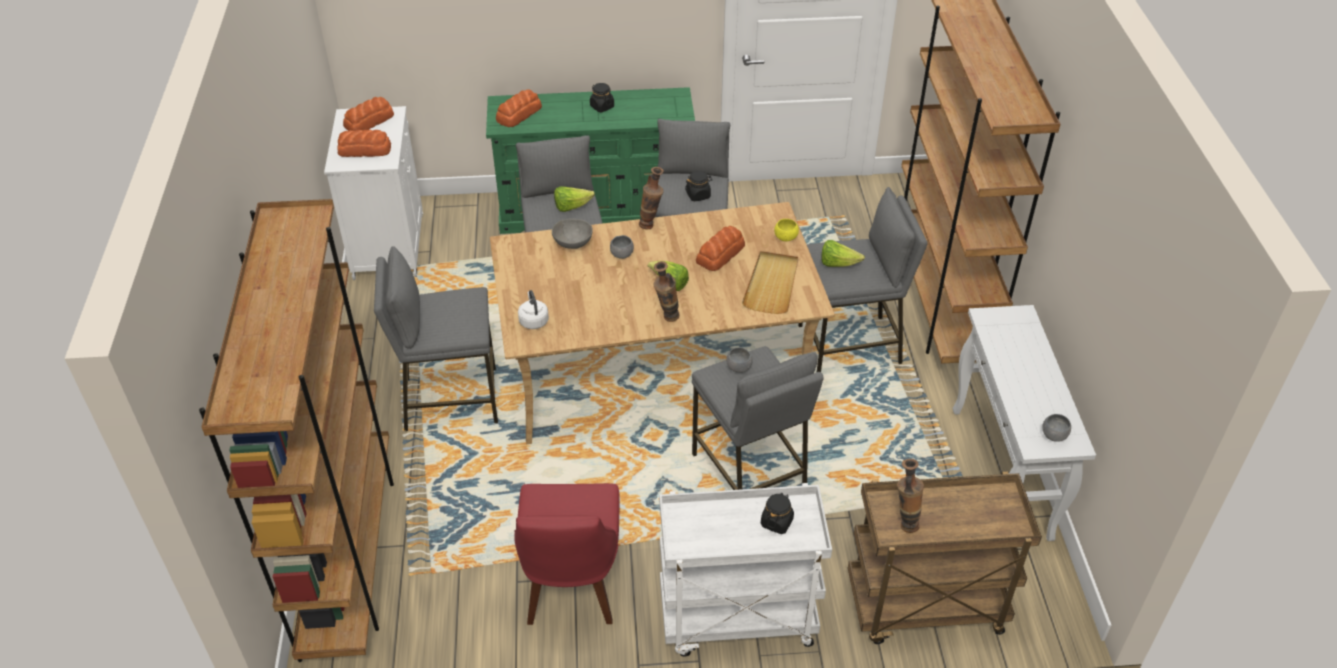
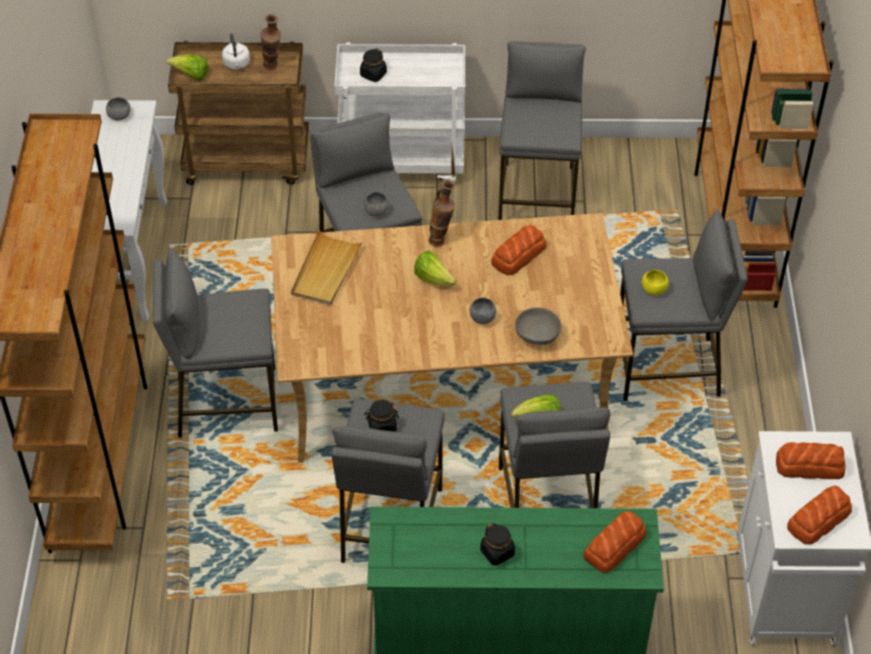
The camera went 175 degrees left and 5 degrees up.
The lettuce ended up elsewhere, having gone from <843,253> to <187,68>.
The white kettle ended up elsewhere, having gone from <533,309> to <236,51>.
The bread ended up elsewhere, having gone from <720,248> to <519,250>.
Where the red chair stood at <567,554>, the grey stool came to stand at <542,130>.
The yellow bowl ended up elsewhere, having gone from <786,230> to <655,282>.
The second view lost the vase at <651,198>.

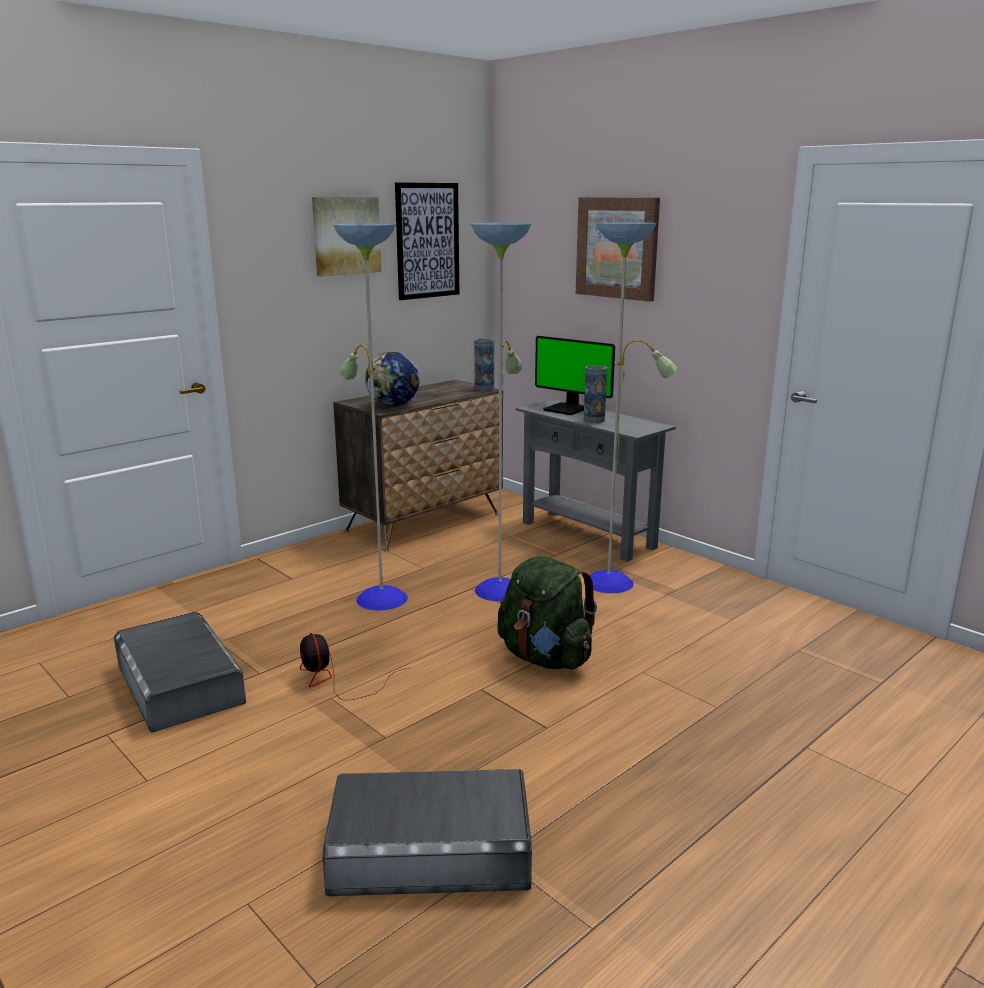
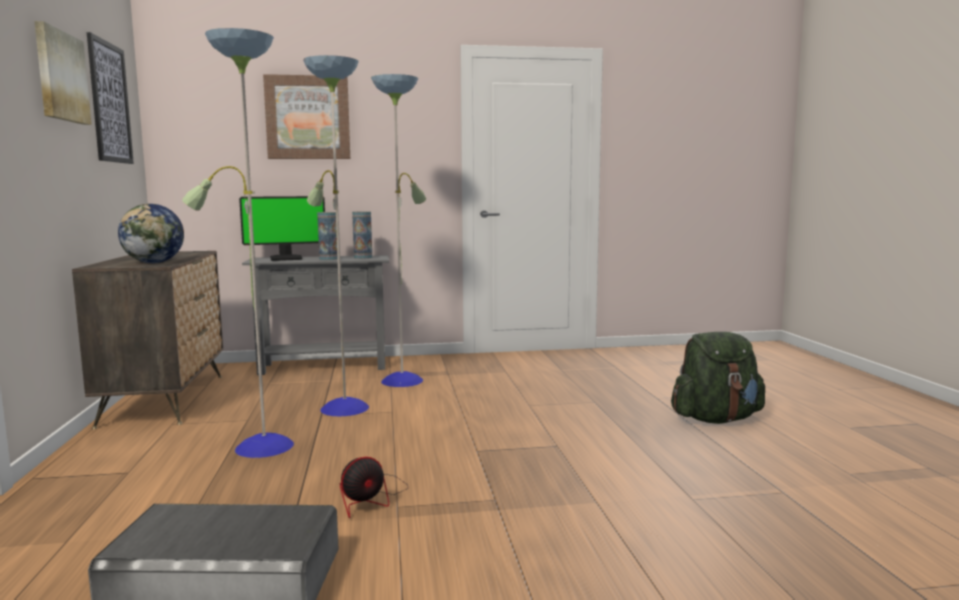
The camera went 55 degrees left and 10 degrees down.
The fan at <355,666> ended up facing another way, 45 degrees counterclockwise from before.
The vase ended up elsewhere, having gone from <484,364> to <362,235>.
The green backpack ended up elsewhere, having gone from <547,612> to <718,378>.
The second view lost the grey storage box at <427,832>.

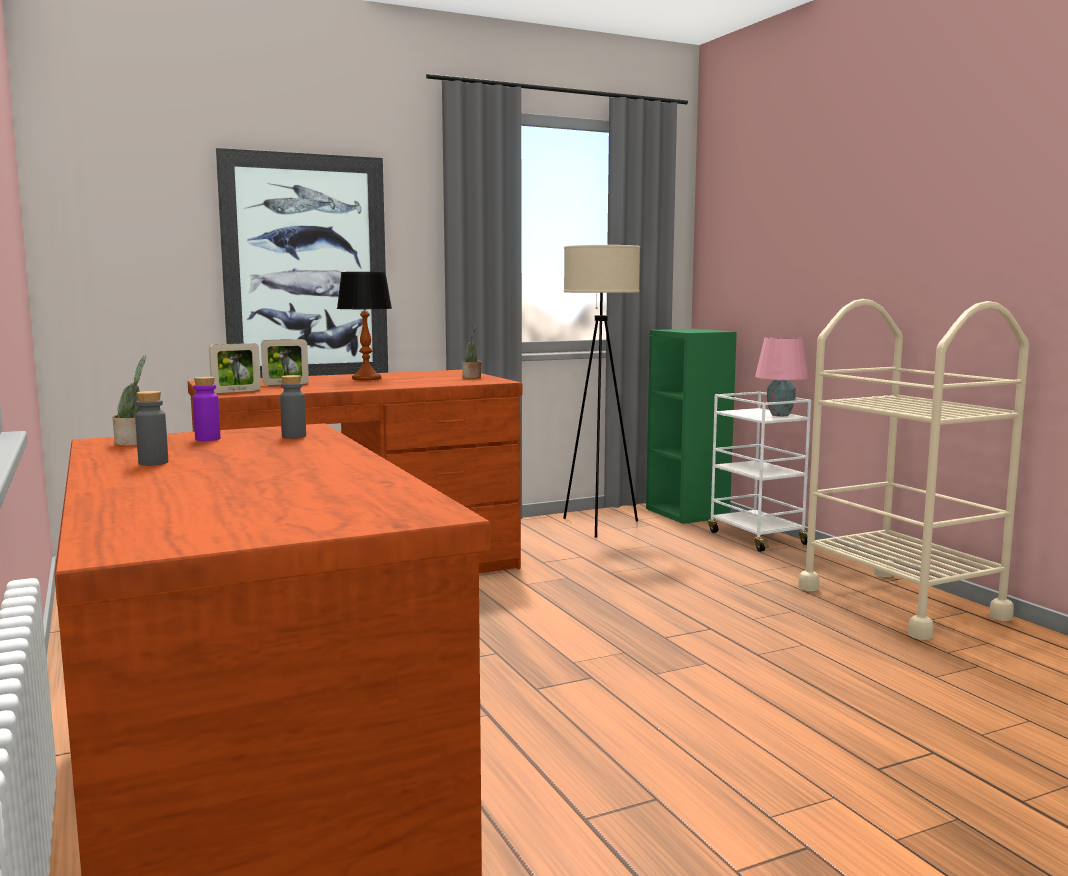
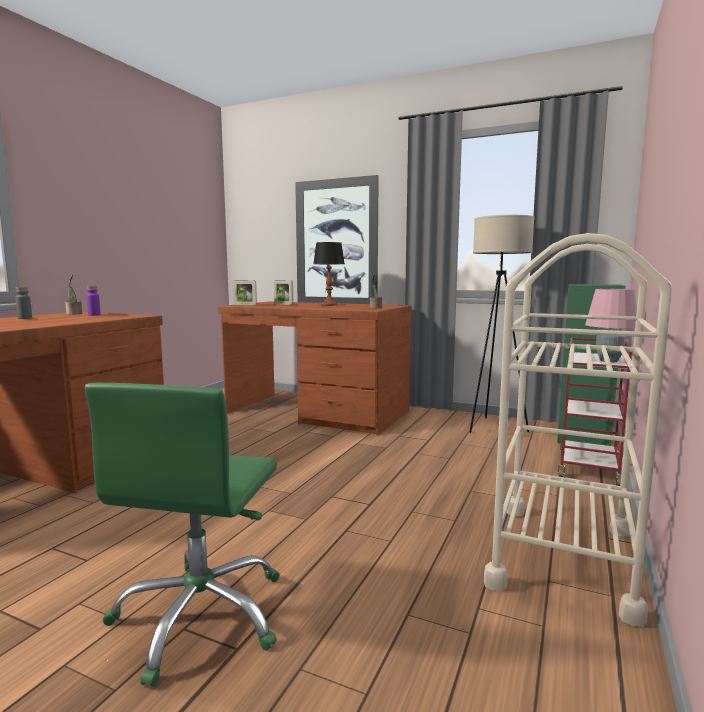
The camera went 50 degrees right and 0 degrees up.
The second view gained the green office chair at <182,535>.
What was the white cart at <759,472> turned into the red cart at <595,412>.
The second view lost the grey bottle at <293,407>.

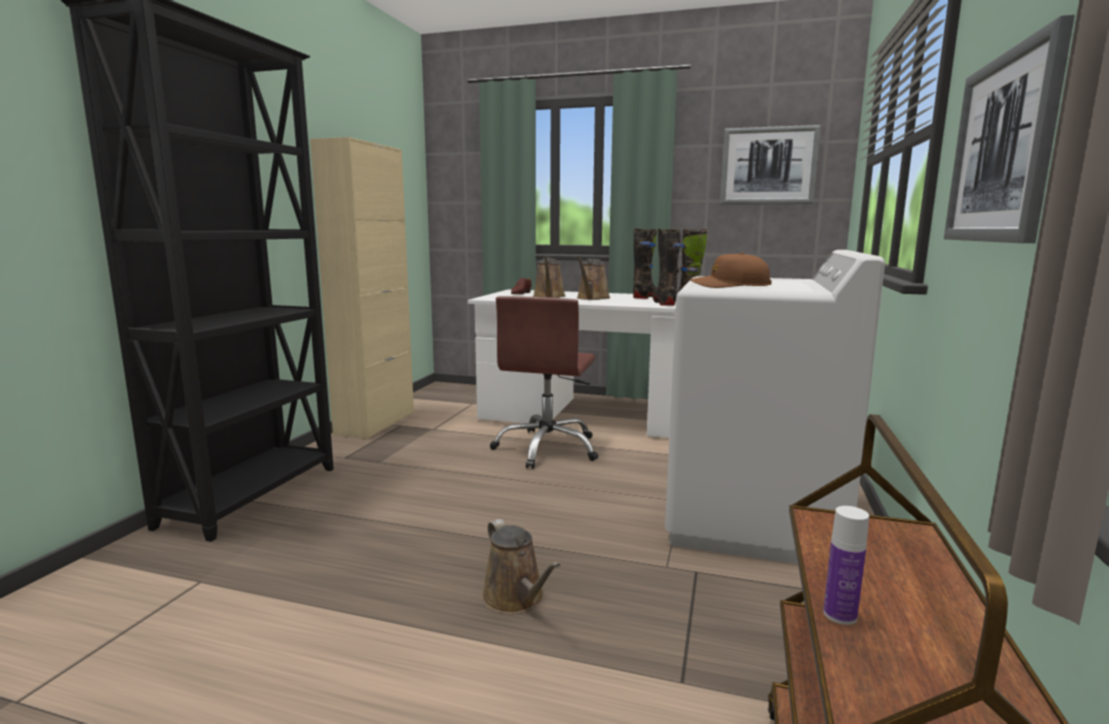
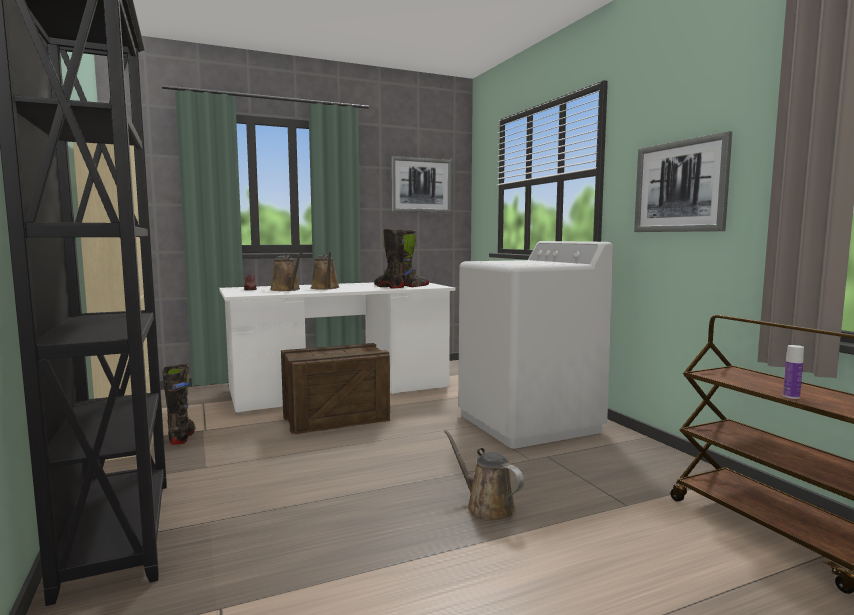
The camera went 40 degrees left and 5 degrees down.
The black boot ended up elsewhere, having gone from <645,263> to <179,404>.
Where the brown office chair stood at <544,382>, the crate came to stand at <335,388>.
The brown watering can at <521,566> ended up facing another way, 150 degrees counterclockwise from before.
The second view lost the brown cap at <731,270>.

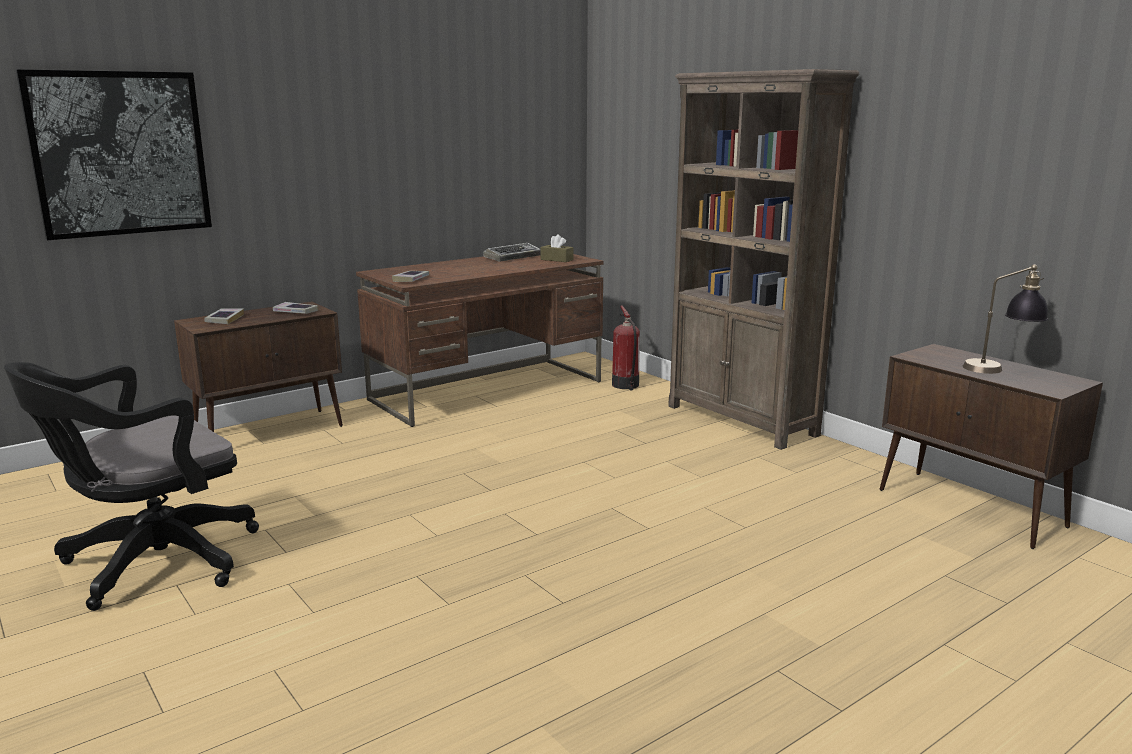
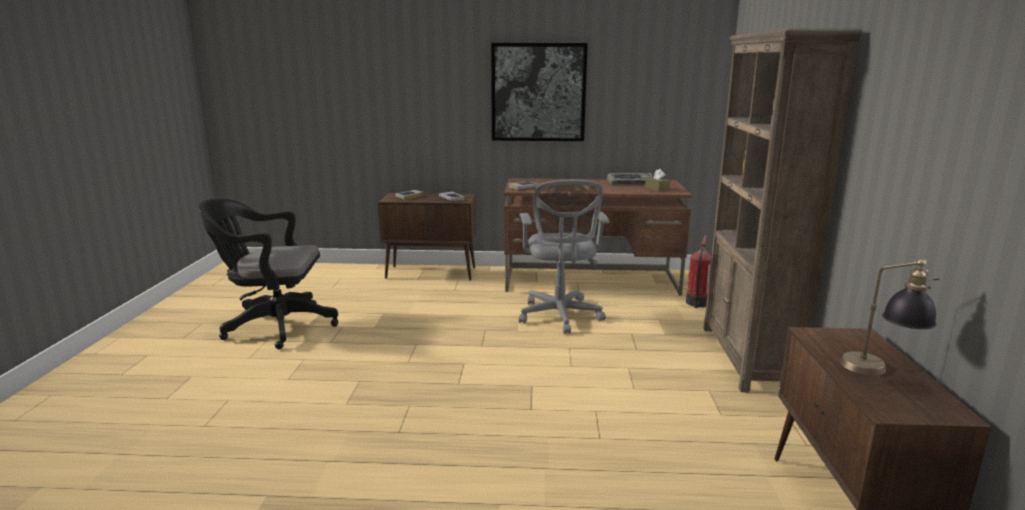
The camera went 40 degrees right and 0 degrees up.
The picture ended up elsewhere, having gone from <114,154> to <539,92>.
The second view gained the grey office chair at <563,257>.

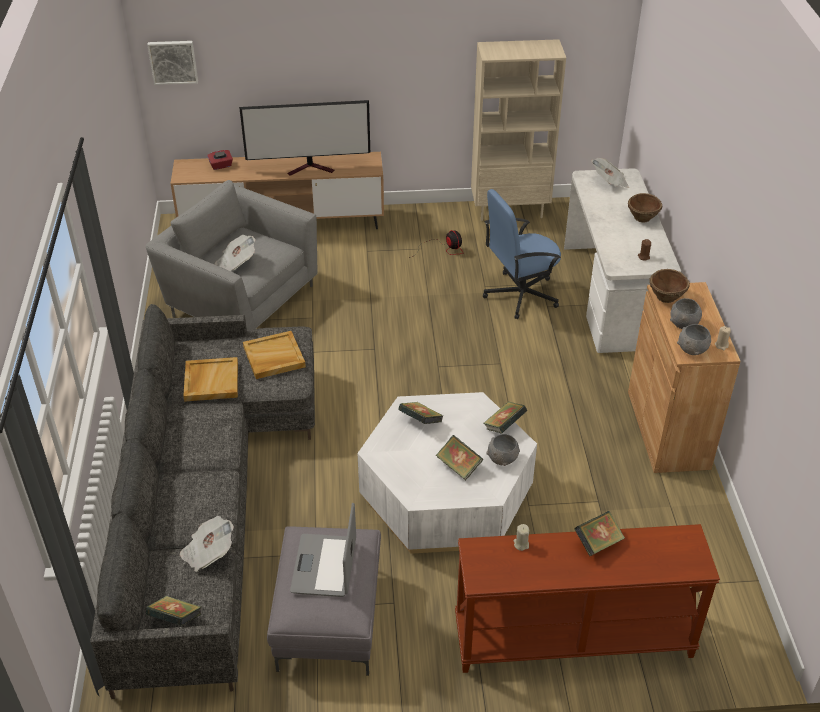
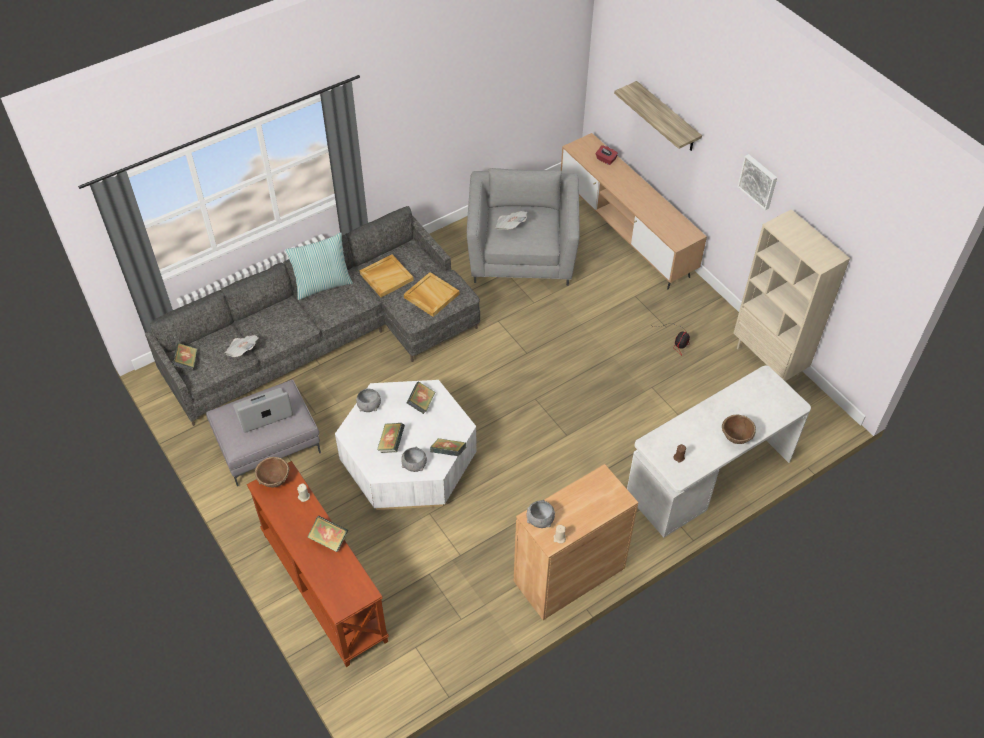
The camera went 60 degrees right and 10 degrees up.
The brown bowl ended up elsewhere, having gone from <670,286> to <272,472>.
The second view gained the pillow at <319,266>.
The grey bowl ended up elsewhere, having gone from <686,313> to <368,400>.
The second view gained the shelf at <658,116>.
The picture ended up elsewhere, having gone from <172,63> to <757,182>.
The second view lost the television at <304,138>.
The second view lost the blue office chair at <522,254>.
The second view lost the newspaper at <610,173>.

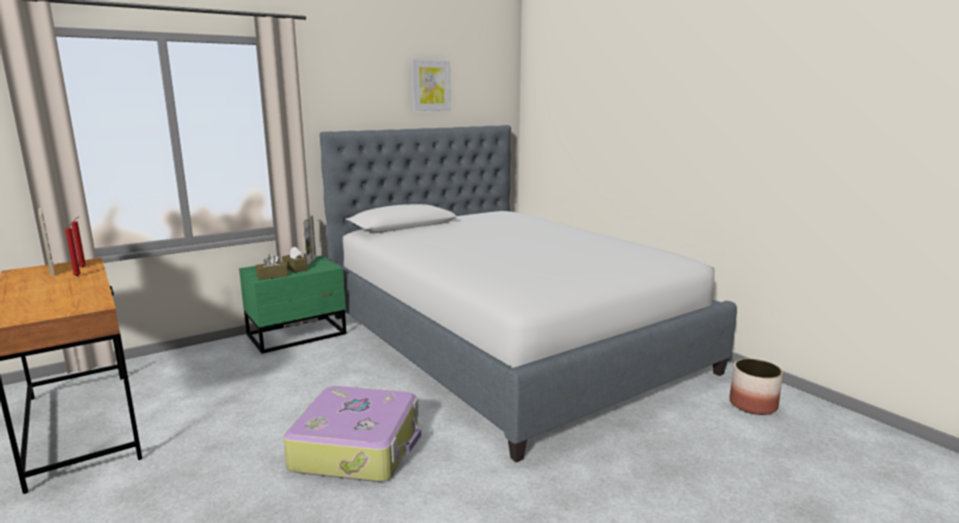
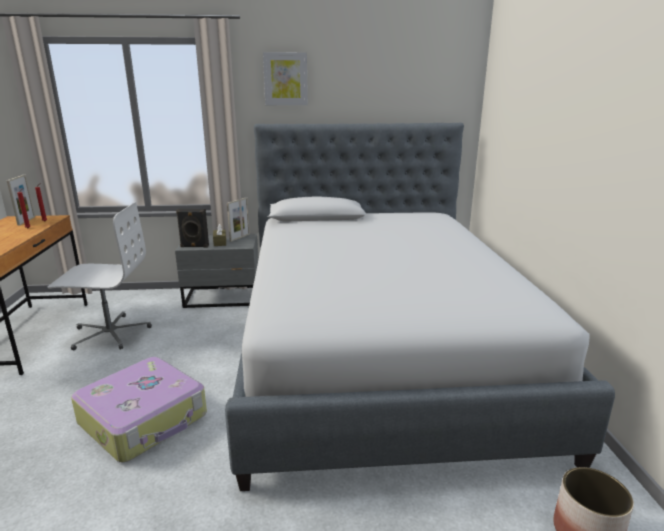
The camera went 30 degrees right and 5 degrees up.
The second view gained the white office chair at <100,276>.
What was the green nightstand at <292,305> turned into the grey nightstand at <217,271>.
Where the brown tissue box stood at <272,267>, the black speaker came to stand at <192,228>.
The picture ended up elsewhere, having gone from <431,85> to <285,78>.

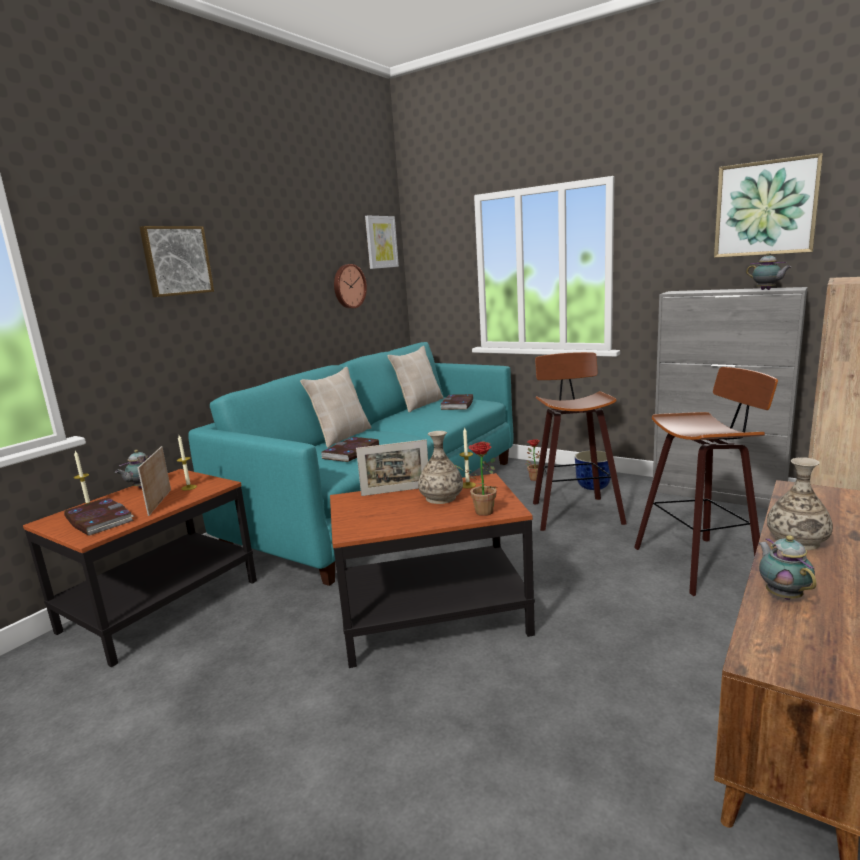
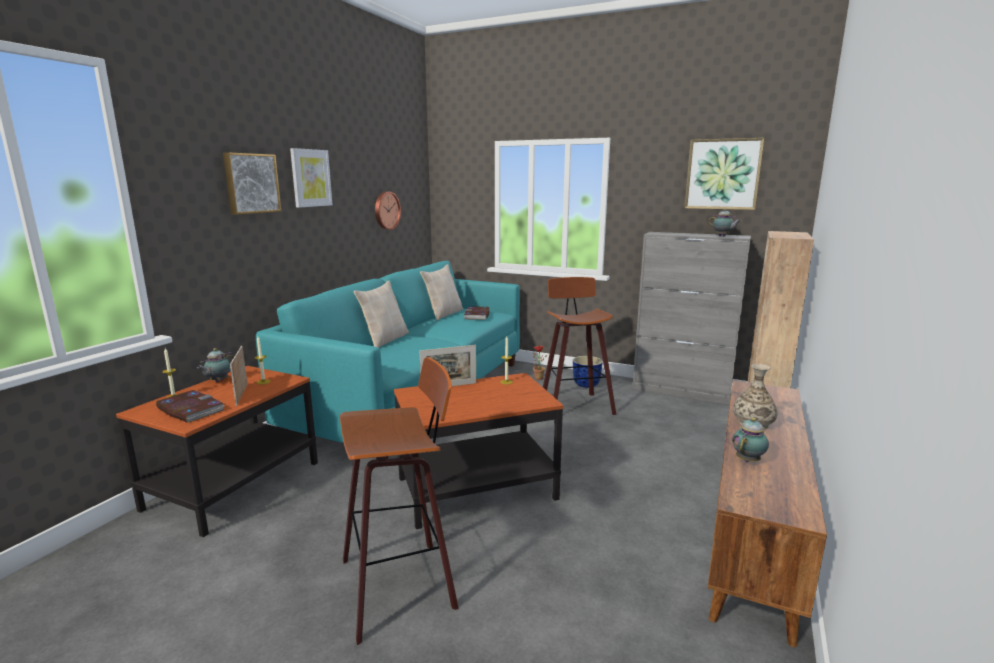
The camera went 10 degrees left and 0 degrees up.
The picture ended up elsewhere, having gone from <382,242> to <311,178>.
The stool ended up elsewhere, having gone from <706,481> to <399,501>.
The teapot at <787,567> ended up facing another way, 60 degrees clockwise from before.
The second view lost the book at <349,449>.
The second view lost the vase at <440,467>.
The second view lost the potted plant at <475,479>.

